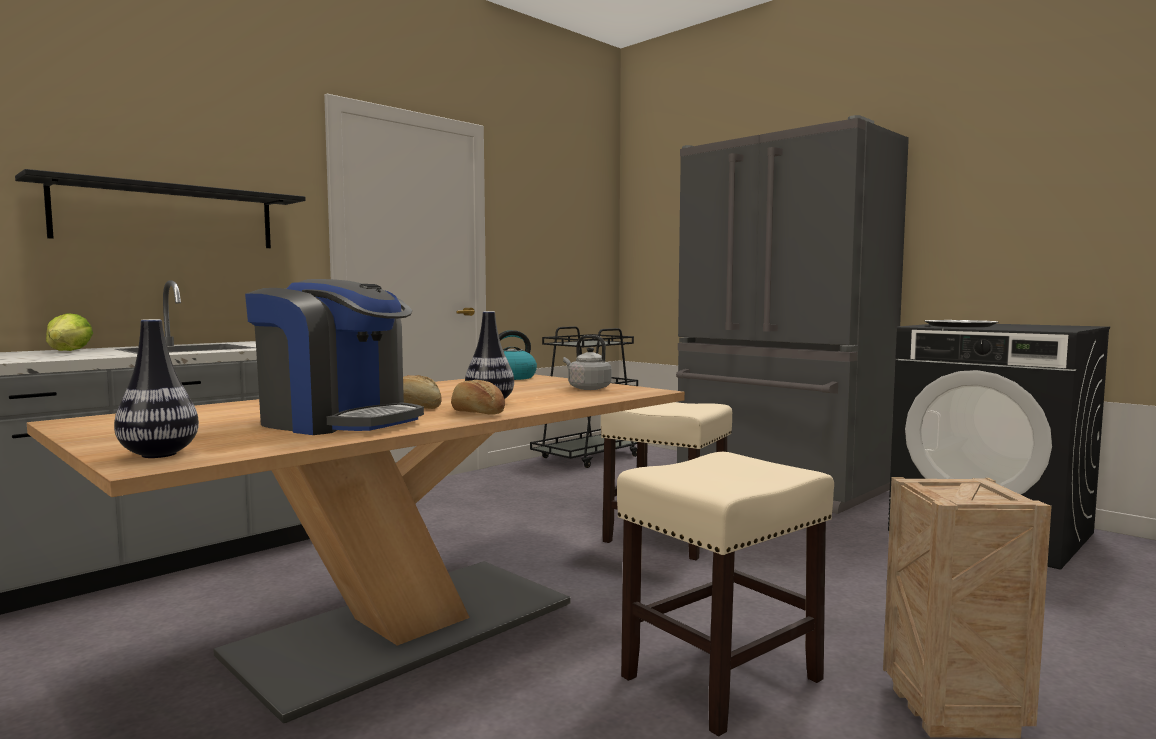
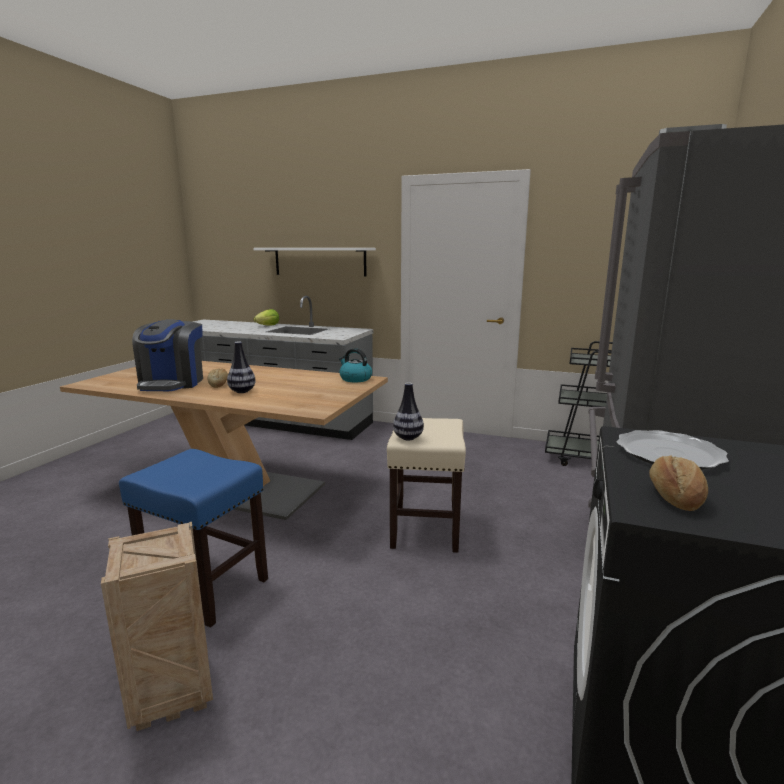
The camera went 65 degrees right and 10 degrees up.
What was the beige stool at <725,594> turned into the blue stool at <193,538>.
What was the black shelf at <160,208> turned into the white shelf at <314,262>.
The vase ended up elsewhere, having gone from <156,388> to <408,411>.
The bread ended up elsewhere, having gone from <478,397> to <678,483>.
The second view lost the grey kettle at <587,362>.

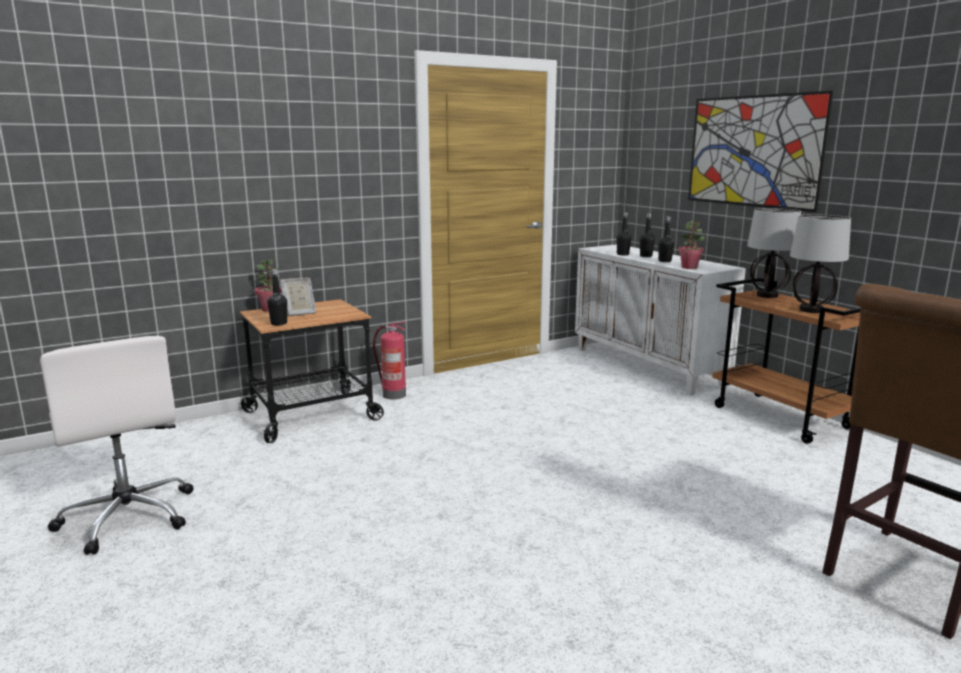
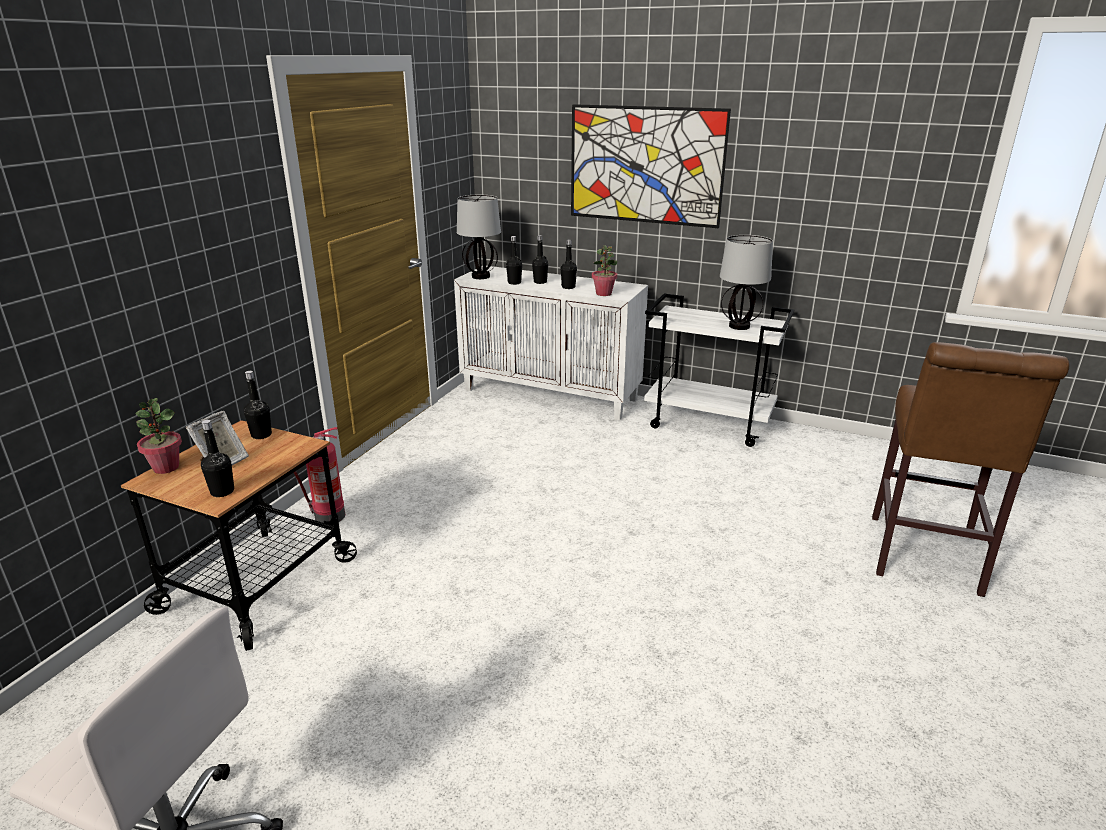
The camera went 35 degrees left and 10 degrees up.
The second view gained the black bottle at <258,405>.
The table lamp ended up elsewhere, having gone from <774,253> to <479,237>.
What was the brown cart at <786,361> turned into the white cart at <719,370>.

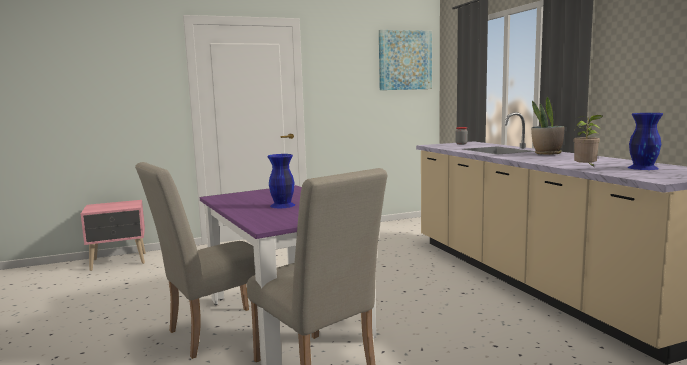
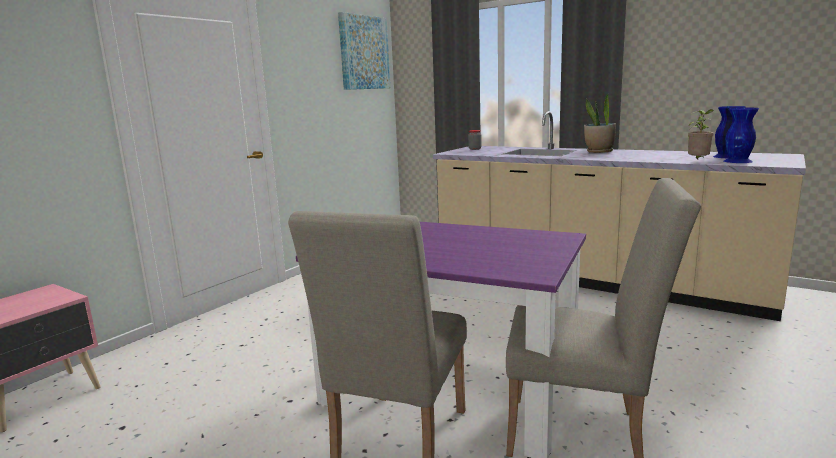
The camera went 35 degrees left and 5 degrees up.
The blue vase ended up elsewhere, having gone from <281,181> to <741,135>.

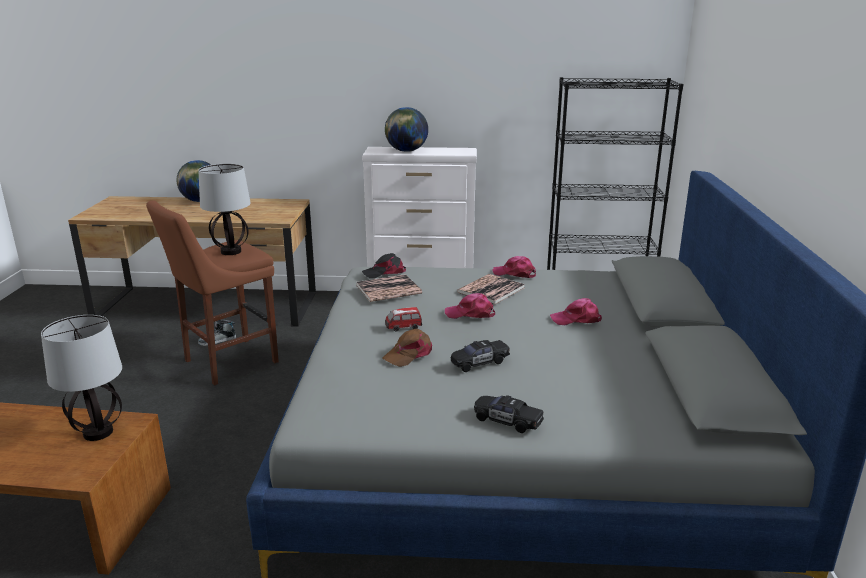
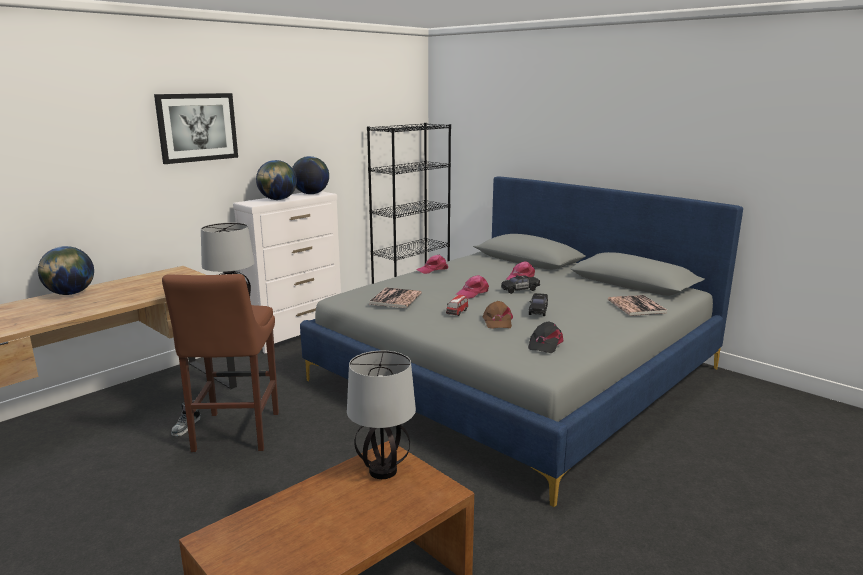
The camera went 50 degrees left and 5 degrees down.
The second view gained the picture at <196,128>.
The second view gained the globe at <310,175>.
The black toy car ended up elsewhere, having gone from <509,414> to <520,284>.
The black cap ended up elsewhere, having gone from <384,265> to <545,337>.
The book ended up elsewhere, having gone from <491,289> to <637,305>.

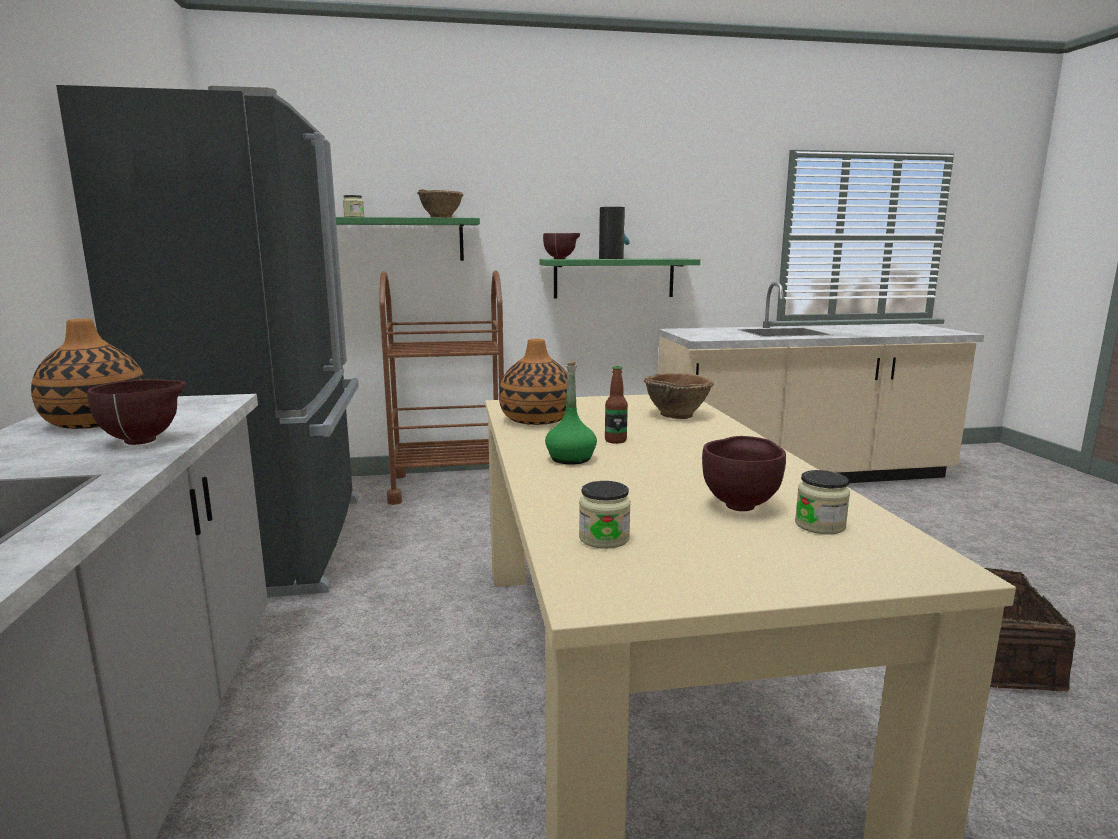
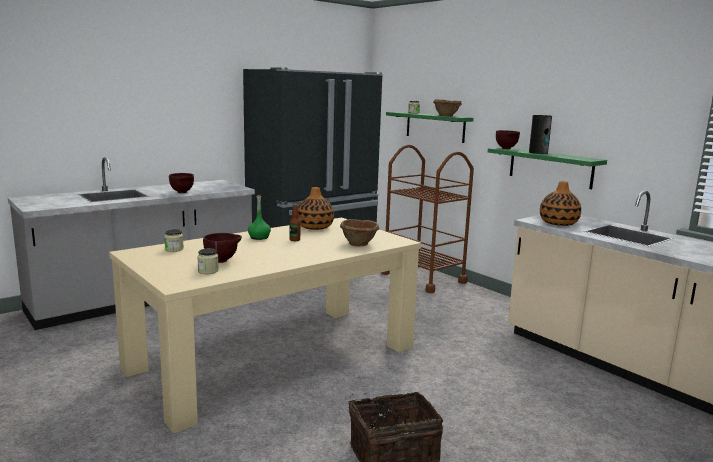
The camera went 60 degrees right and 0 degrees up.
The vase ended up elsewhere, having gone from <88,374> to <560,203>.

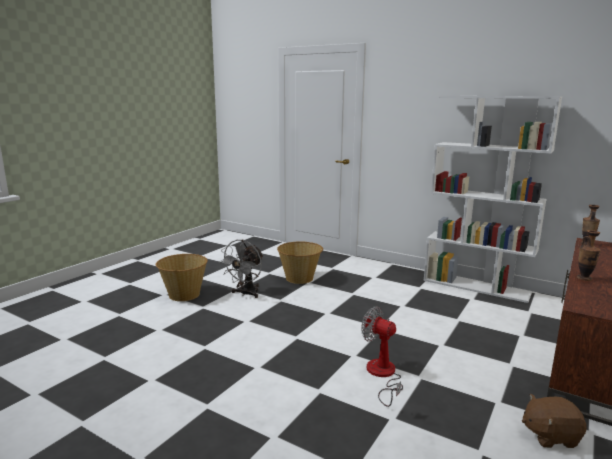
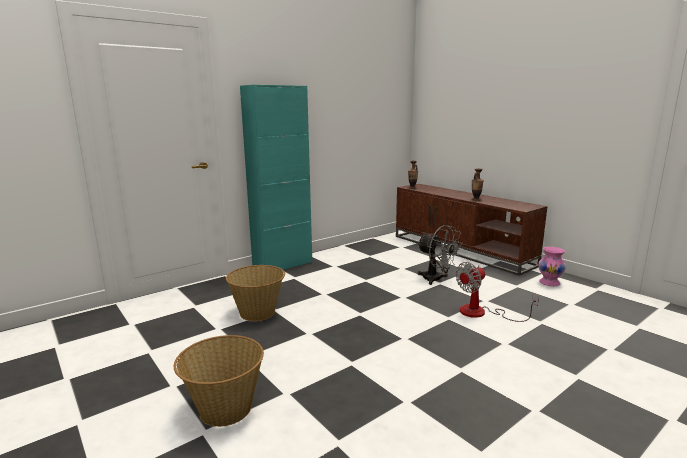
The camera went 70 degrees left and 0 degrees up.
The second view gained the turquoise cabinet at <276,177>.
The grey fan ended up elsewhere, having gone from <241,268> to <439,255>.
Where the brown plush toy stood at <554,421>, the pink vase came to stand at <552,266>.
The second view lost the white bookcase at <492,199>.

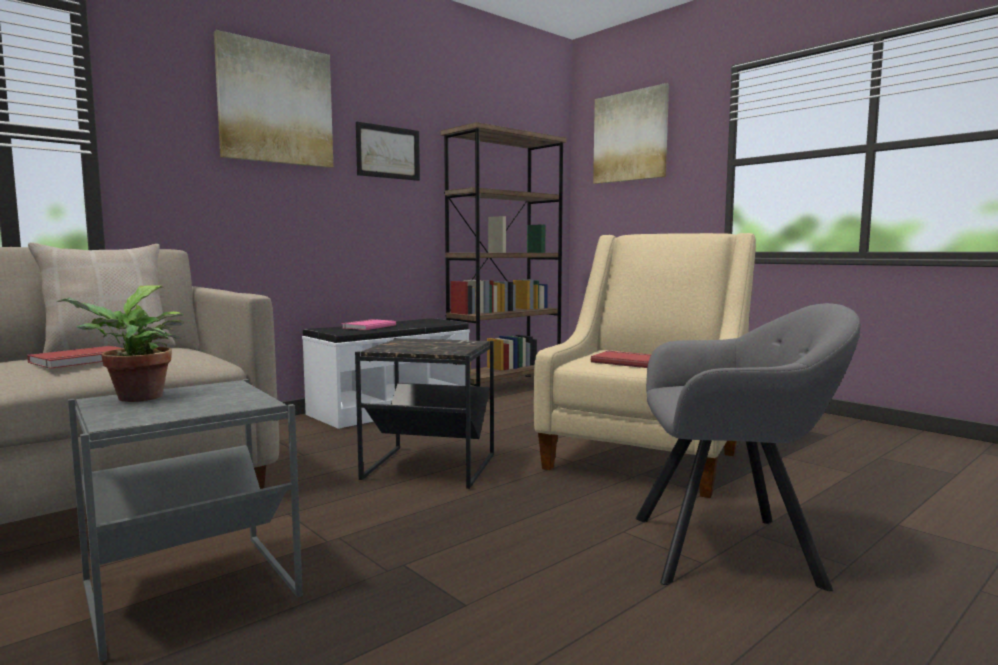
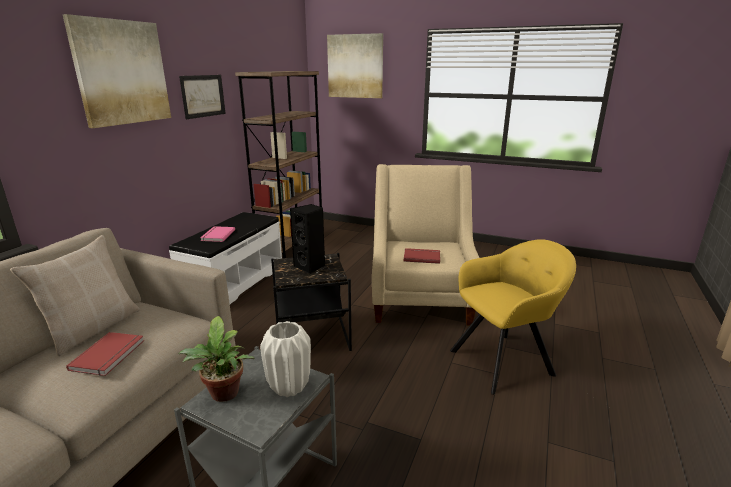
The camera went 25 degrees left and 15 degrees up.
The second view gained the white vase at <285,359>.
The second view gained the black speaker at <307,239>.
What was the grey armchair at <748,447> turned into the yellow armchair at <513,317>.

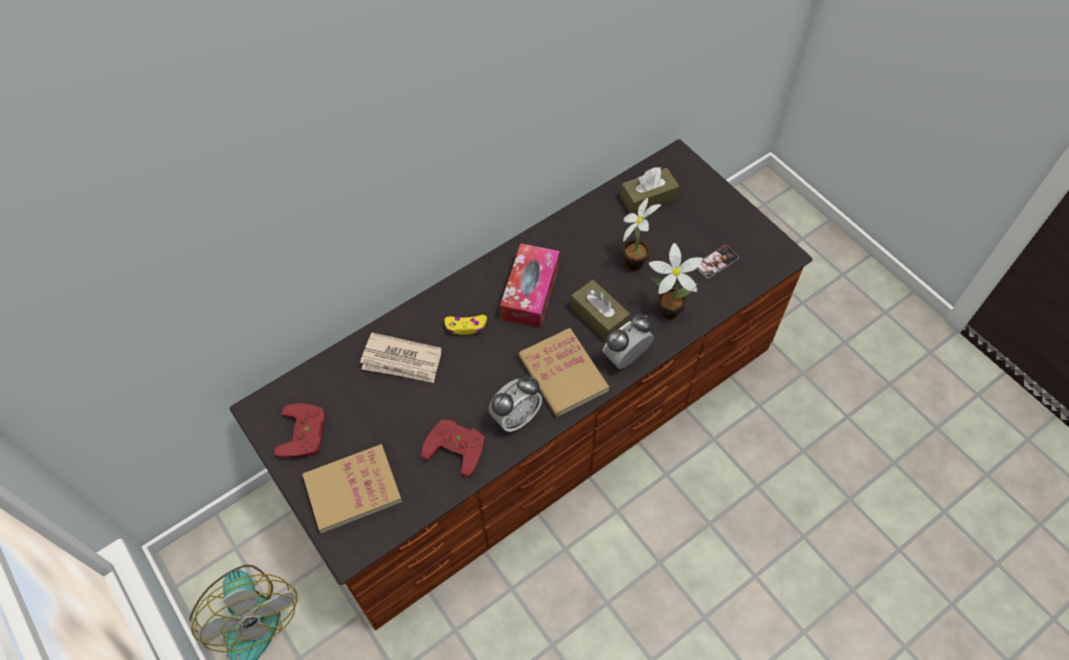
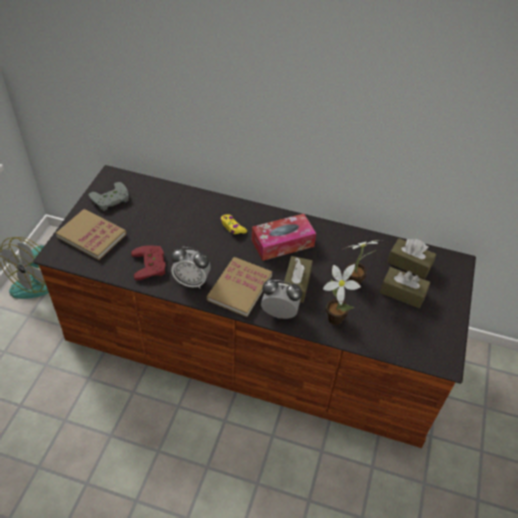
The camera went 50 degrees right and 10 degrees down.
What was the red game controller at <300,430> turned into the grey game controller at <108,196>.
The second view gained the brown tissue box at <405,288>.
The second view lost the newspaper at <401,357>.
The second view lost the phone at <718,262>.

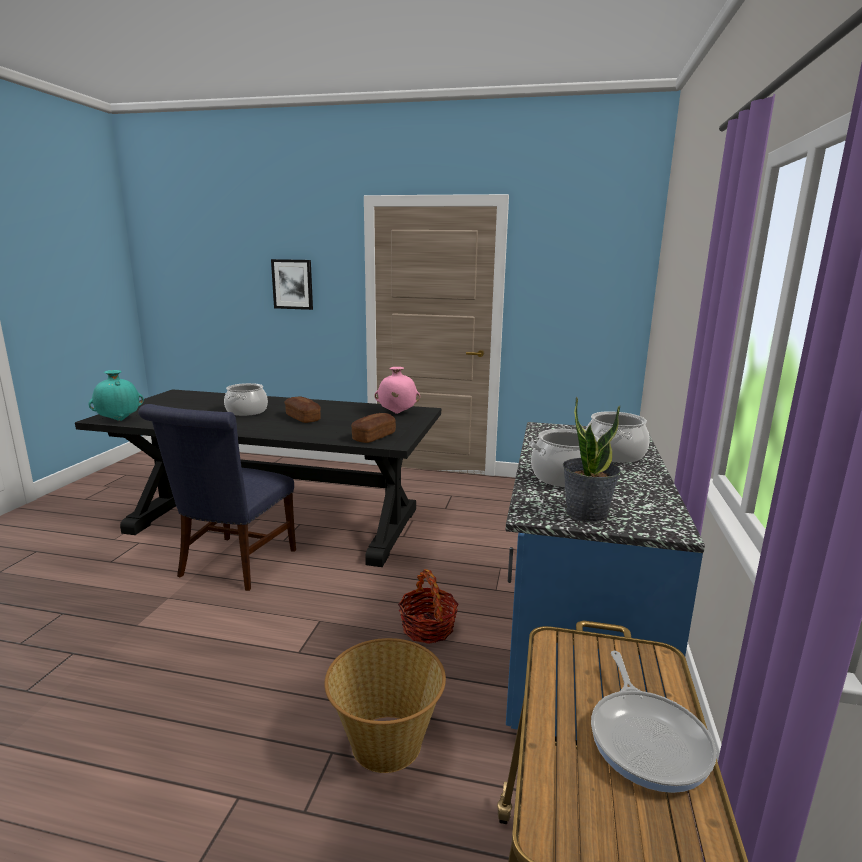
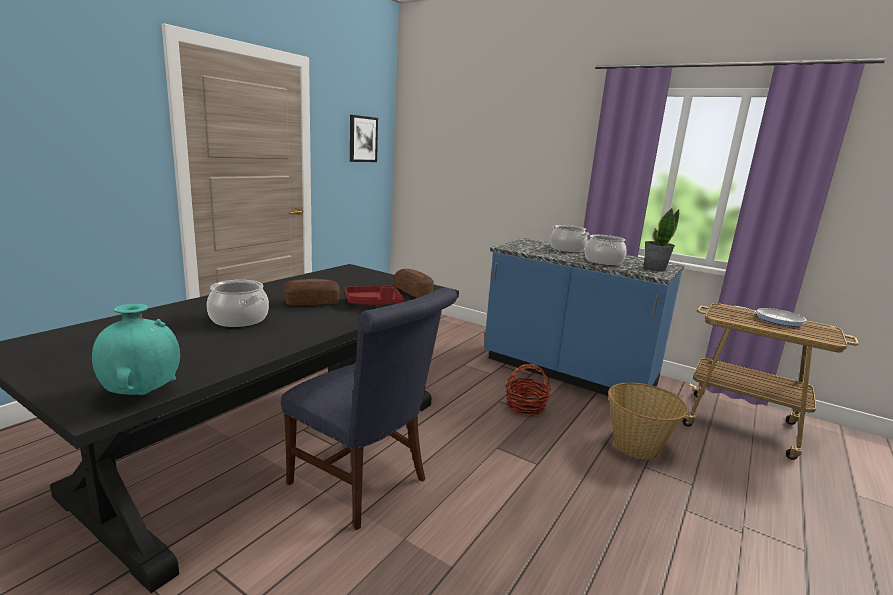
The camera went 70 degrees left and 0 degrees up.
The second view gained the red tray at <373,295>.
The picture ended up elsewhere, having gone from <292,284> to <364,138>.
The second view lost the pink vase at <397,390>.

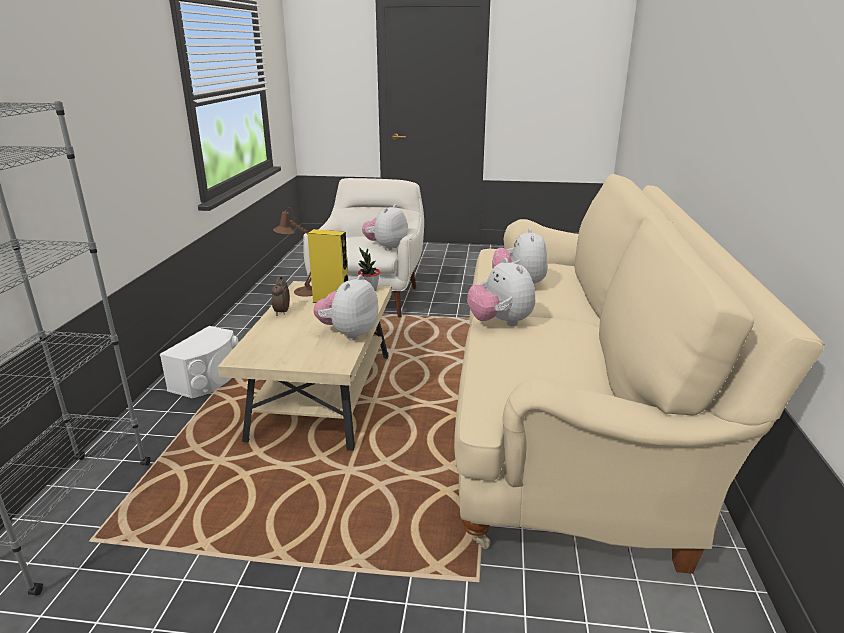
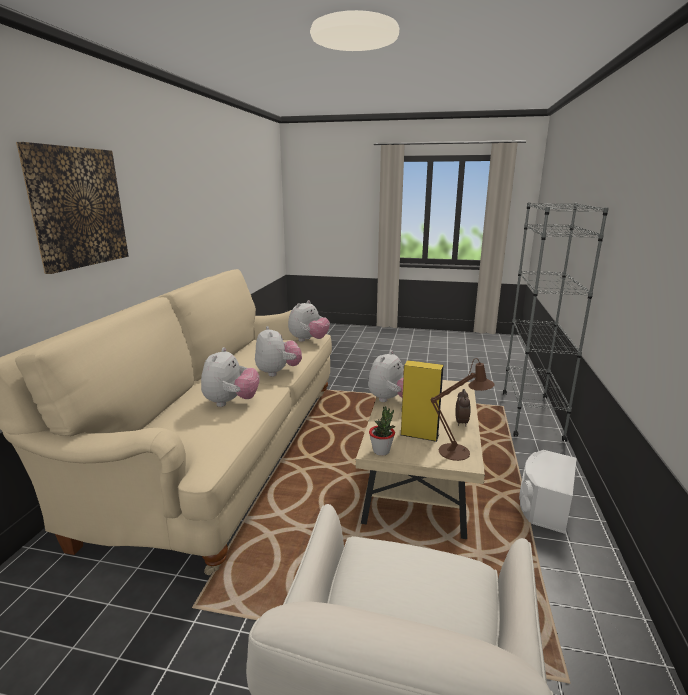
The camera went 175 degrees left and 5 degrees down.
The second view gained the picture at <72,208>.
The plush toy ended up elsewhere, having gone from <385,227> to <309,321>.

